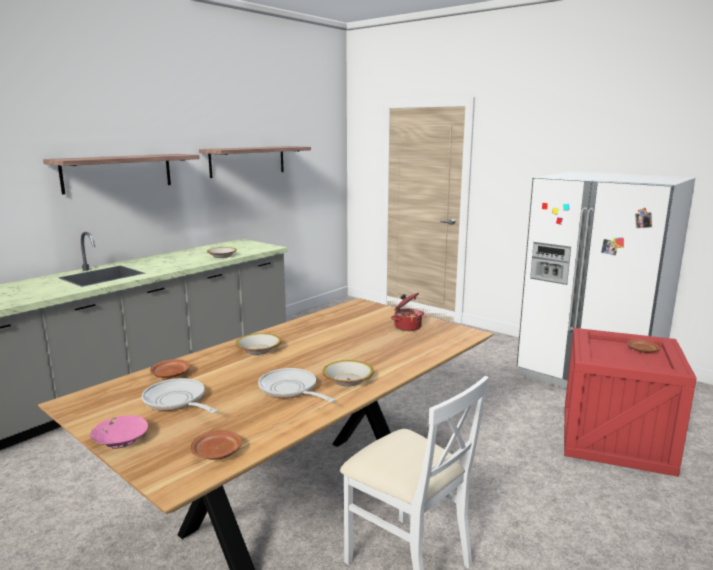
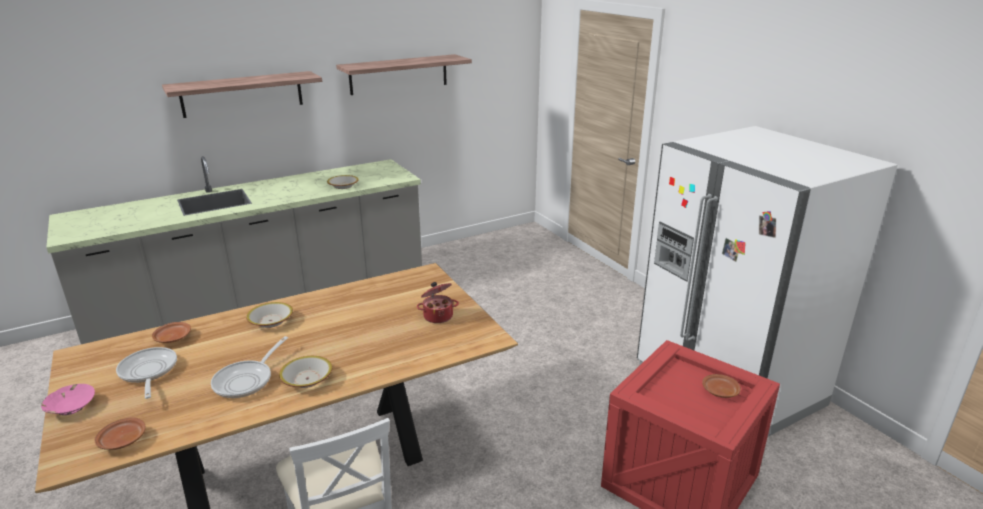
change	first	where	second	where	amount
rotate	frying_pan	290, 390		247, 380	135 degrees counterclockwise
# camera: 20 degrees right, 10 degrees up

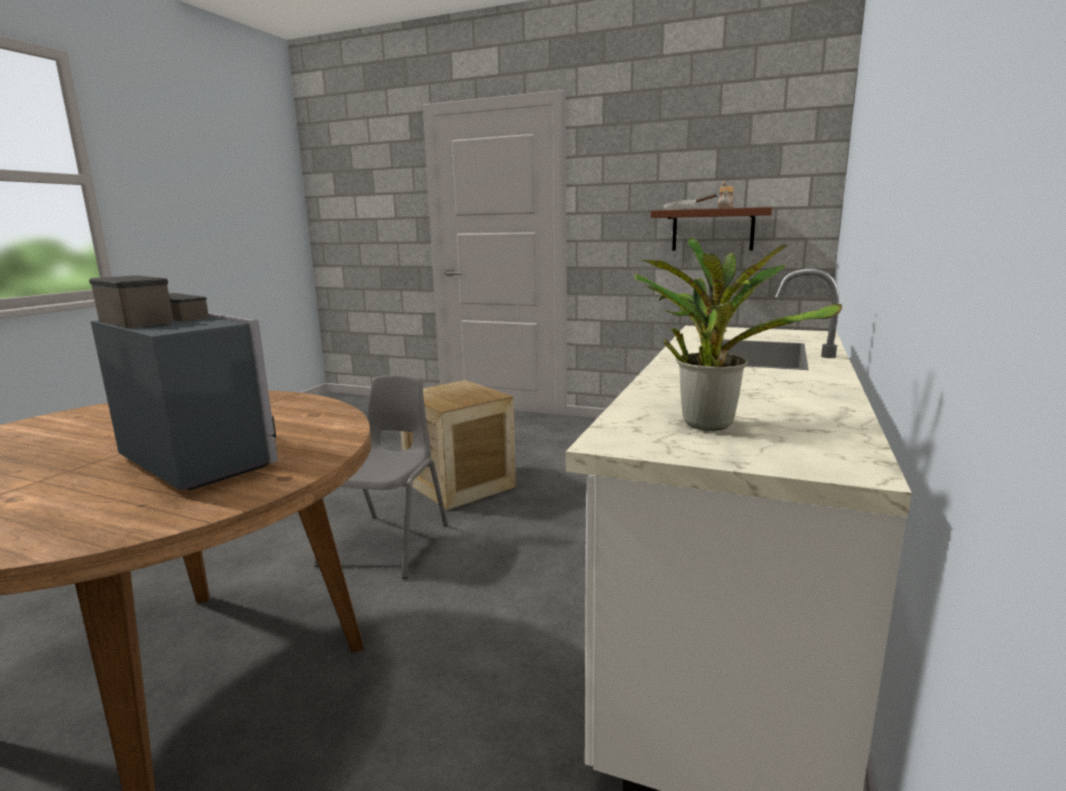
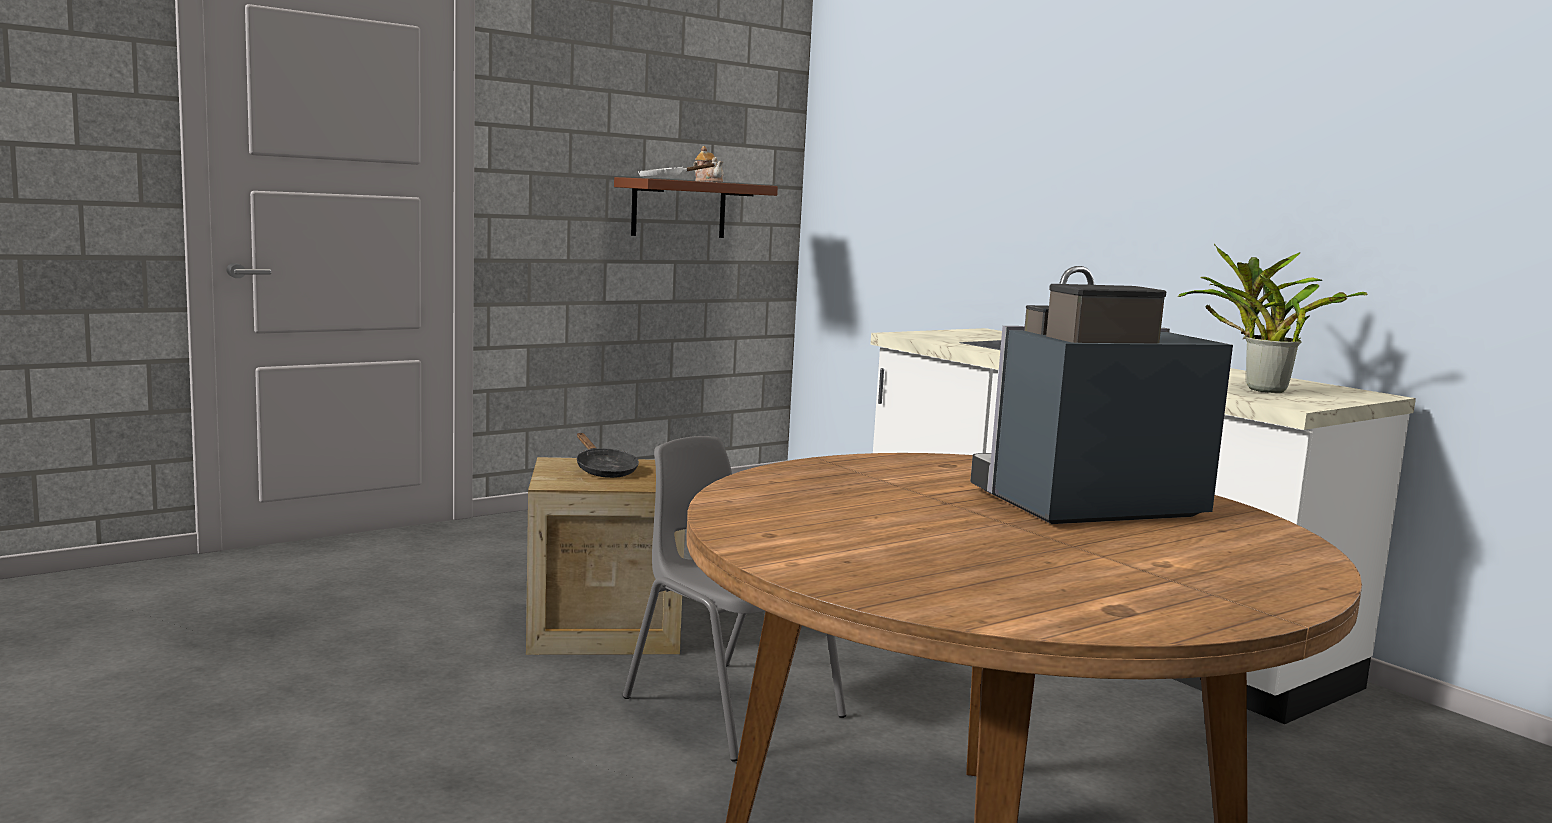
change	first	where	second	where	amount
insert			blackish_frying_pan	603, 470	
# camera: 60 degrees left, 5 degrees down

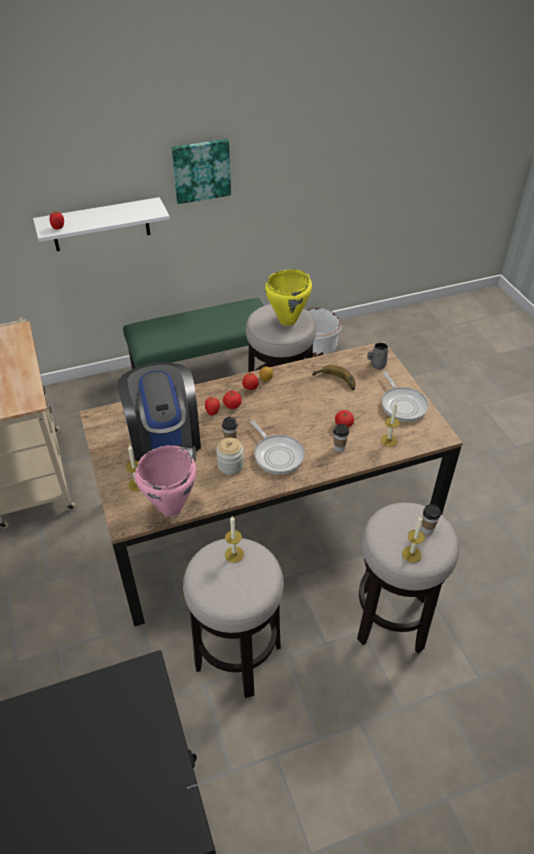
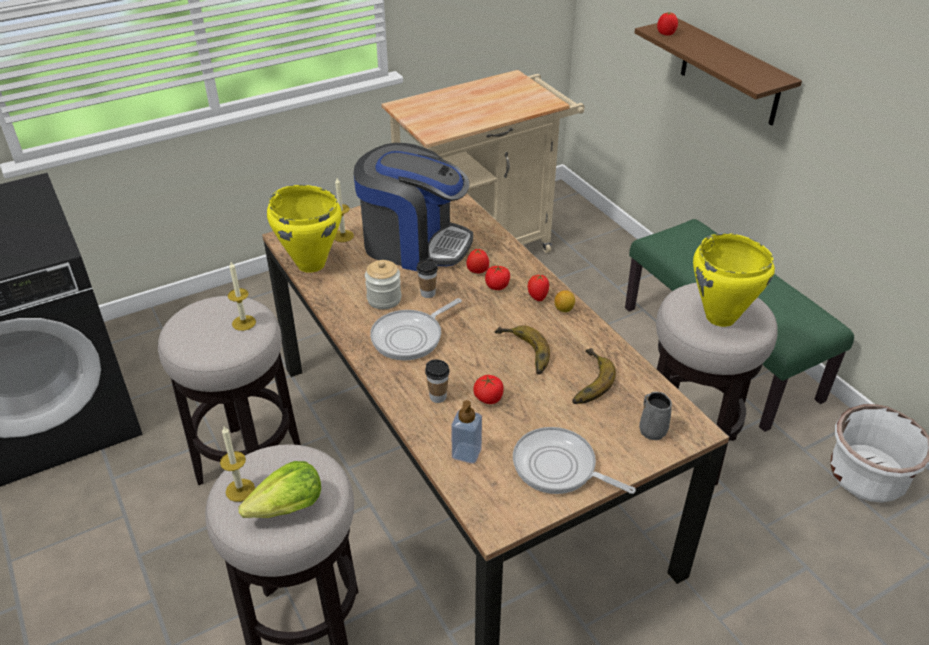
change	first	where	second	where	amount
delete	wall_picture	201, 170			
recolor	white_shelf	101, 225	brown-coloured_shelf	730, 73	
rotate	coffee_brewer	165, 442		414, 244	135 degrees counterclockwise
rotate	frying_pan	402, 405		559, 468	60 degrees clockwise
replace	wax_candle	389, 440	soap_dispenser	466, 453	
recolor	pinkish_saucepot	170, 507	yellowish_saucepot	311, 264	
replace	small_cup	427, 529	lettuce_head	287, 508	
insert			banana	521, 353	
# camera: 80 degrees right, 5 degrees down

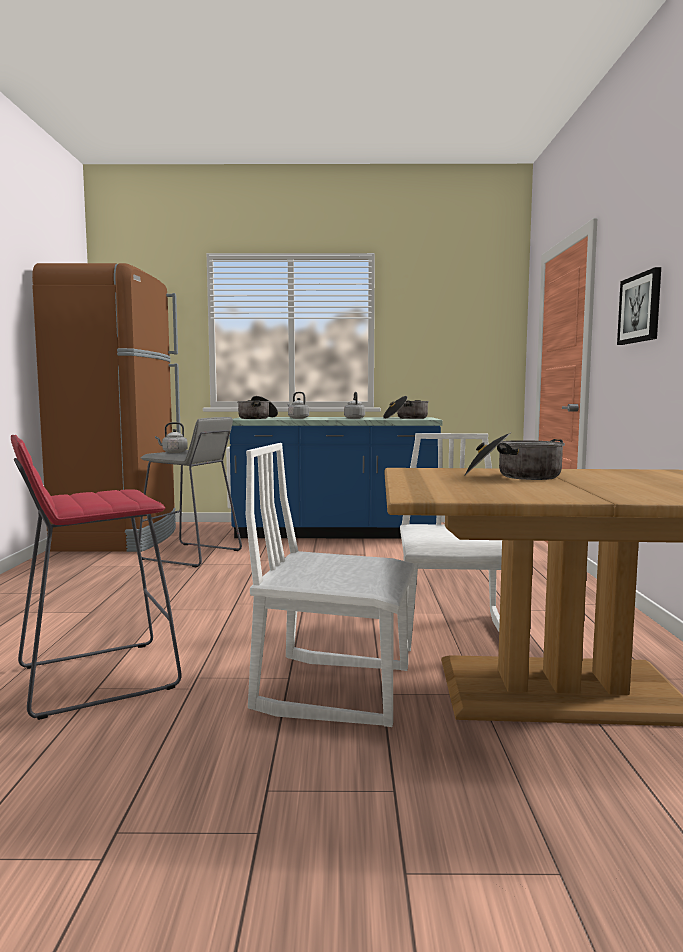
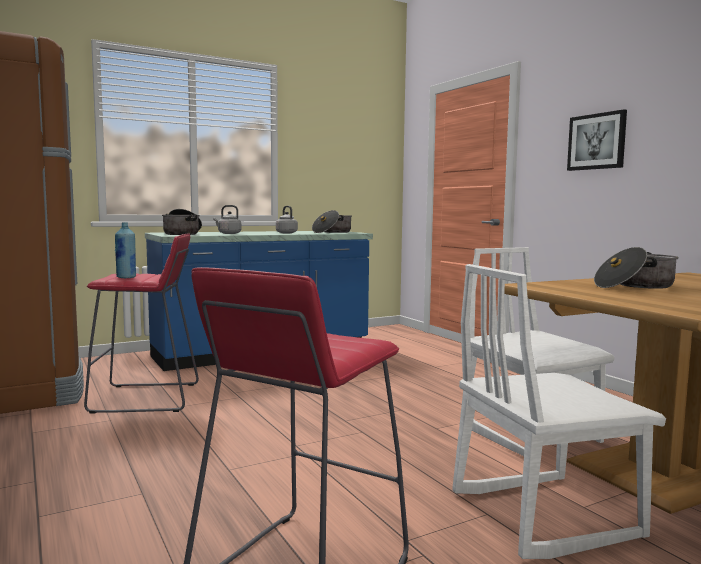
change	first	where	second	where	amount
recolor	greyish_stool	190, 555	reddish_stool	146, 398	
replace	greyish_water_kettle	173, 452	blue-coloured_drink_bottle	126, 277	
# camera: 30 degrees left, 0 degrees up

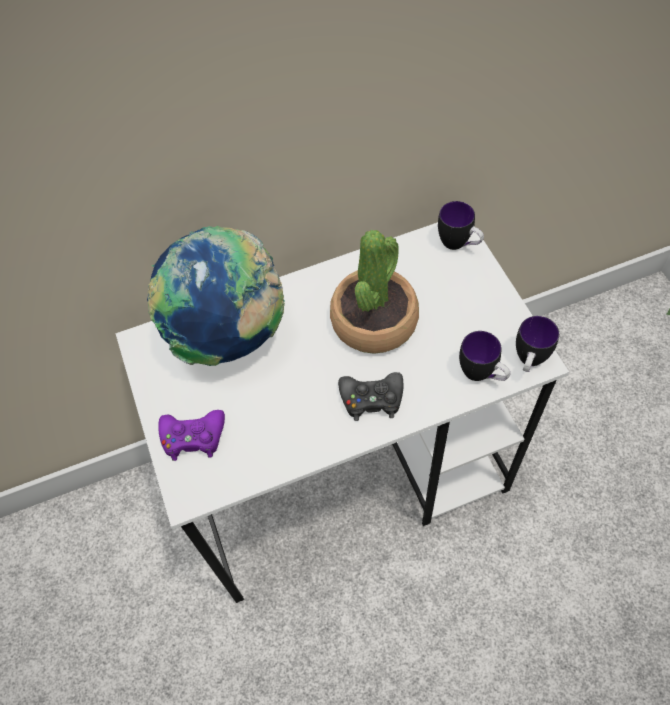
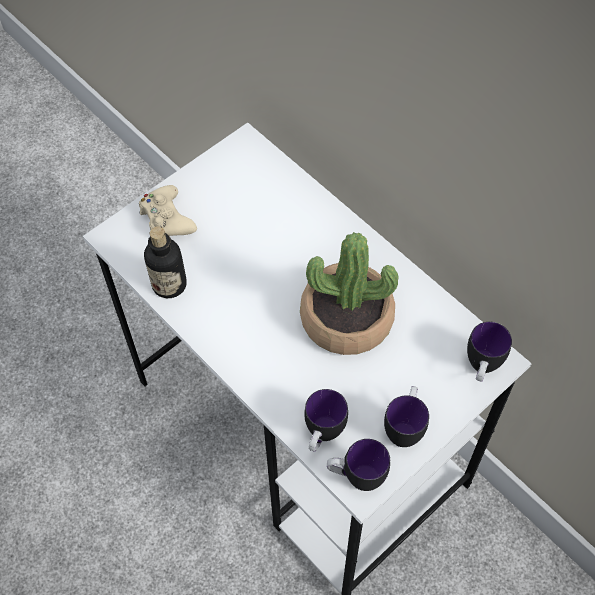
change	first	where	second	where	amount
delete	desk_globe	229, 335			
delete	blackish_gamepad	372, 399			
recolor	purplish_gamepad	193, 437	beige-coloured_gamepad	167, 219	
insert			drink_bottle	169, 284	
insert			coffee_mug	405, 427	
# camera: 65 degrees right, 0 degrees up

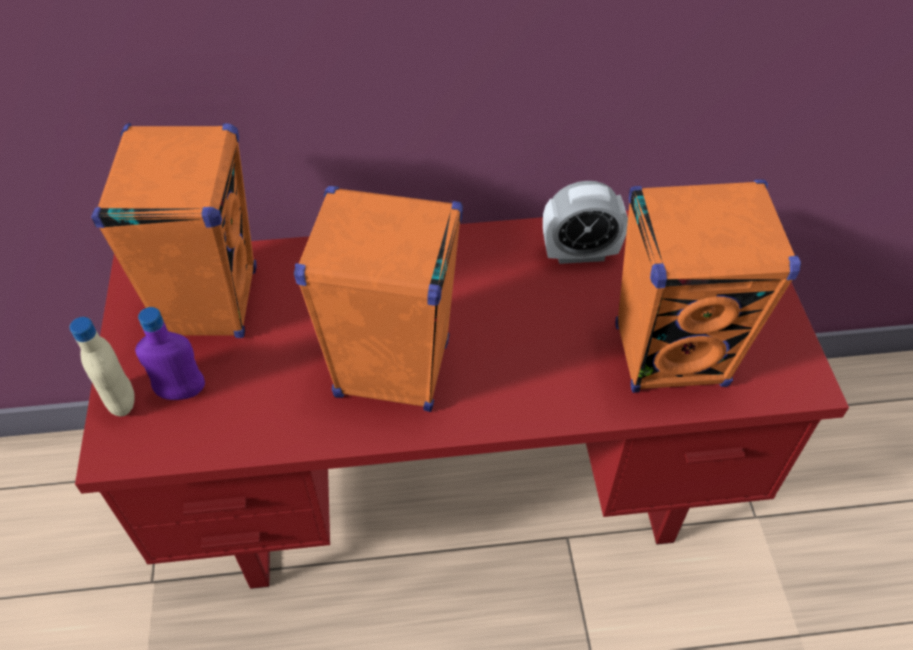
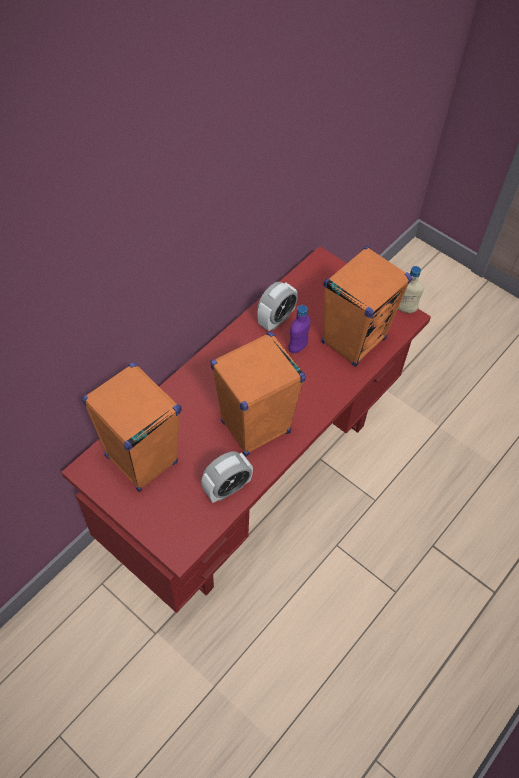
change	first	where	second	where	amount
move	purplish_drink_bottle	182, 392		298, 347	
move	beige-coloured_drink_bottle	121, 401		404, 308	
insert			bedside_clock	227, 488	
# camera: 45 degrees left, 5 degrees up

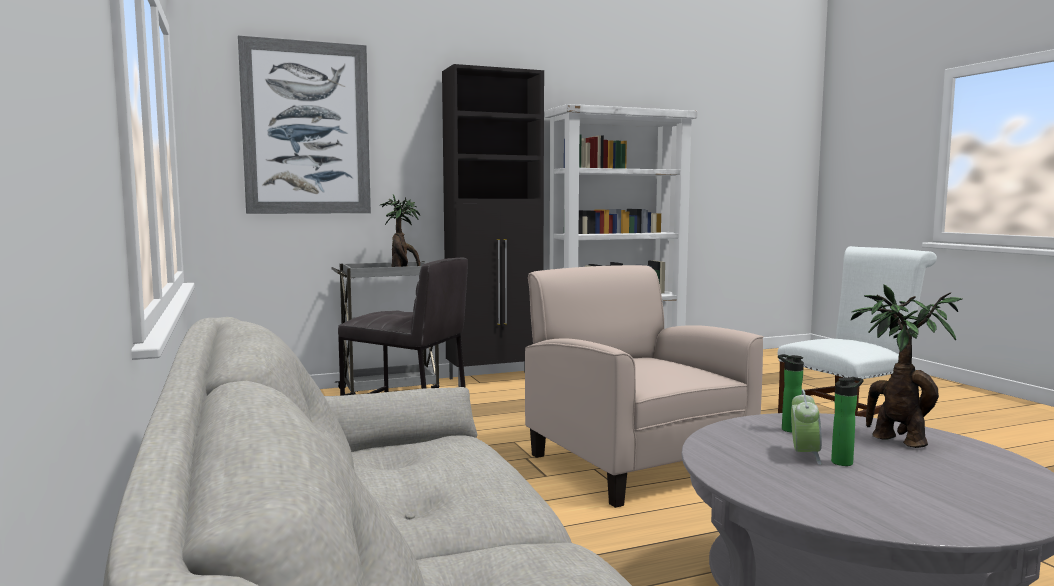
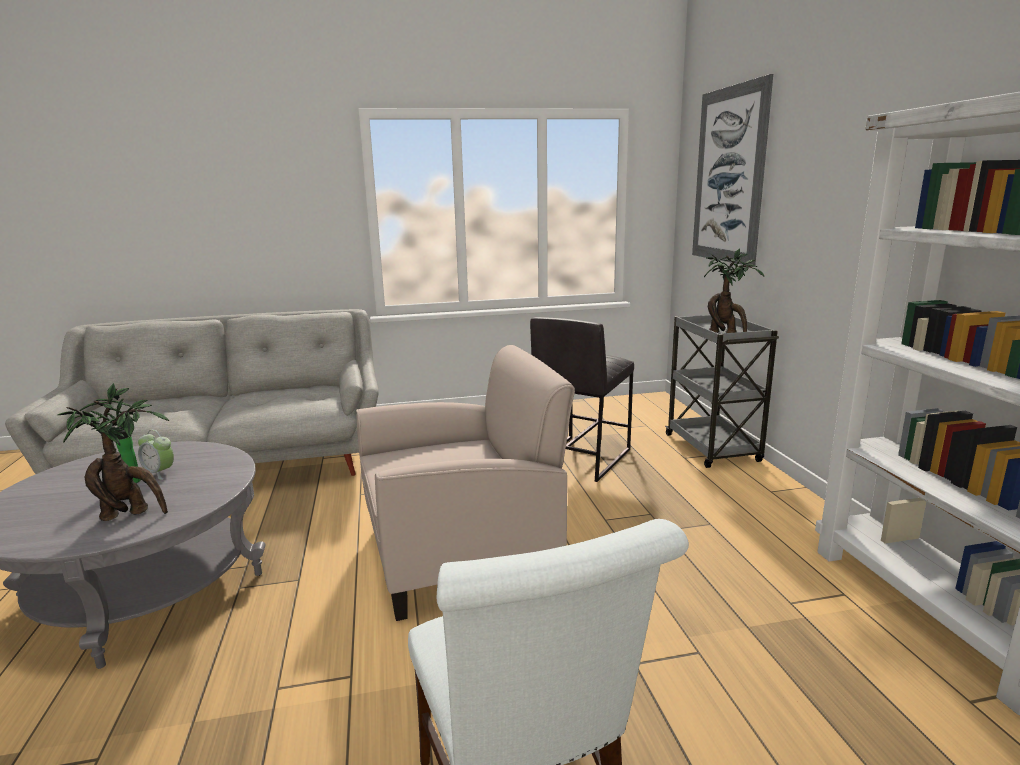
change	first	where	second	where	amount
delete	blackish_cabinet	495, 379			
delete	drink_bottle	788, 429			
# camera: 100 degrees right, 10 degrees up

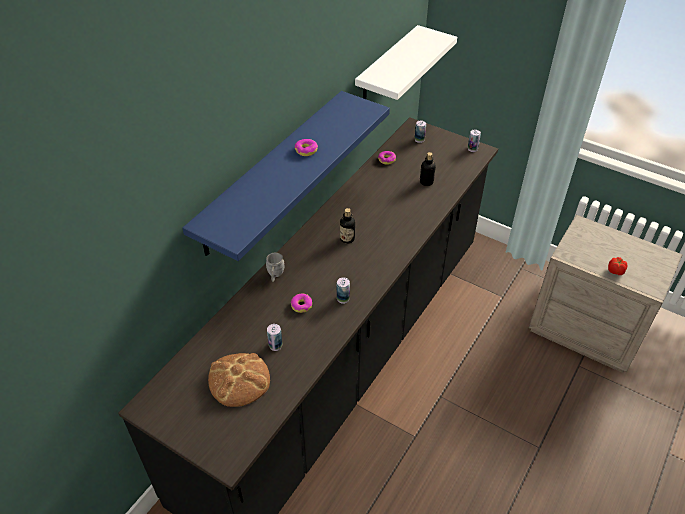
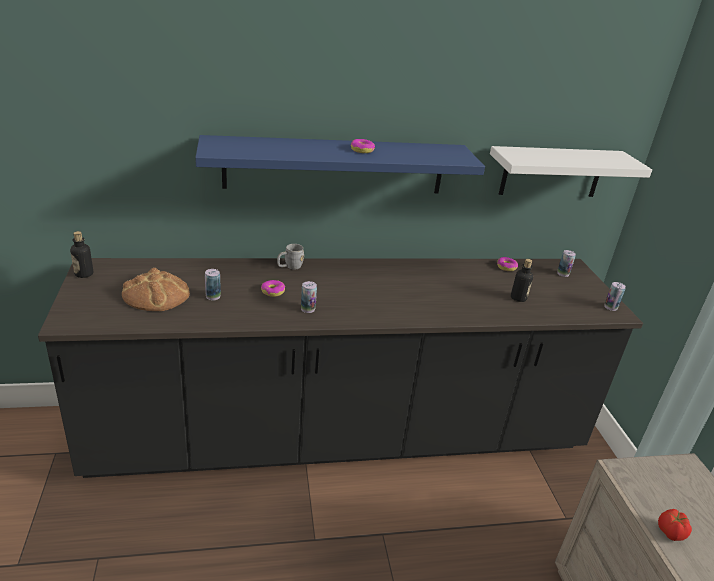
change	first	where	second	where	amount
move	drink_bottle	347, 239		84, 274	
# camera: 45 degrees right, 15 degrees down

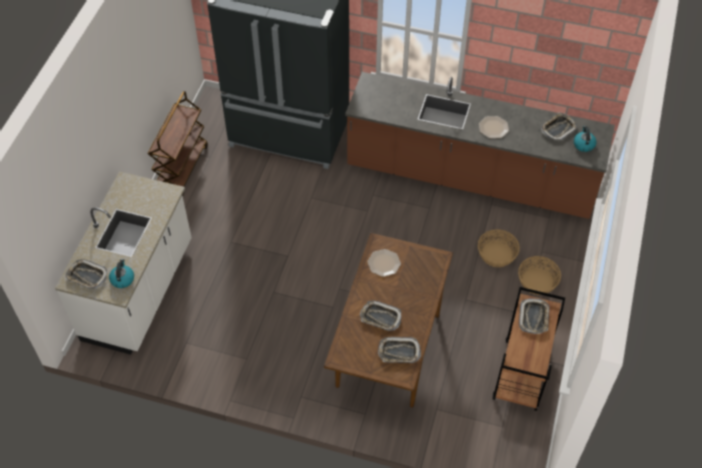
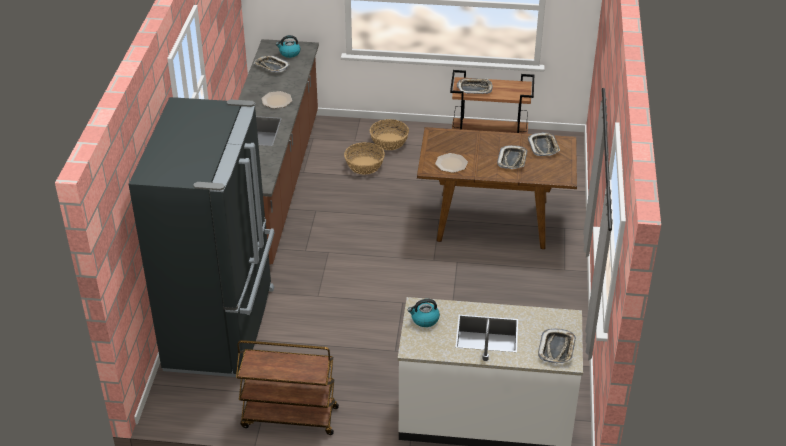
change	first	where	second	where	amount
move	water_kettle	122, 279		424, 319	
# camera: 100 degrees left, 15 degrees down

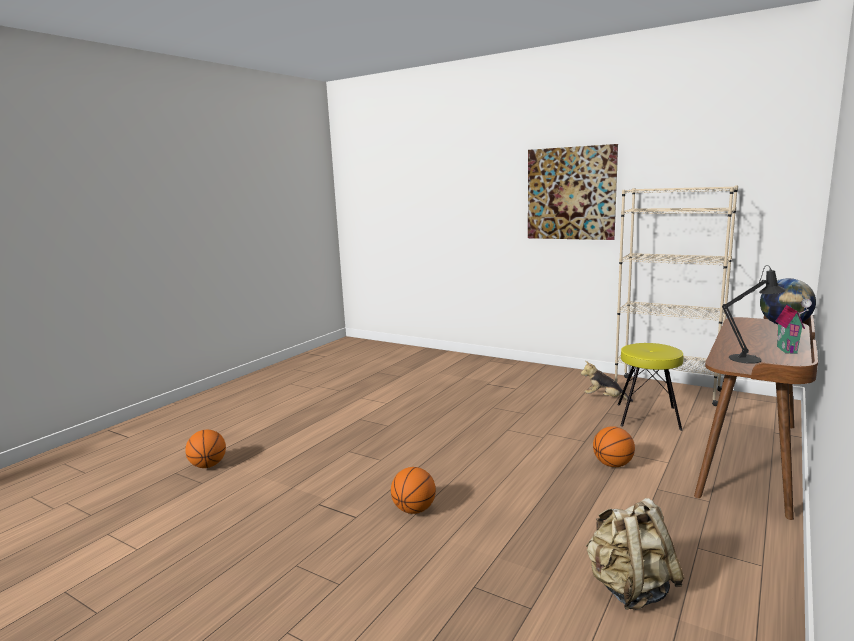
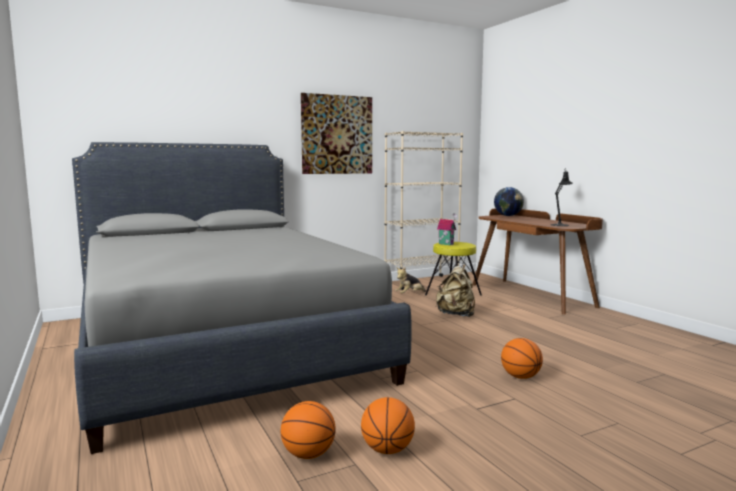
change	first	where	second	where	amount
move	model_house	789, 350		446, 244	
move	basketball_ball	612, 464		387, 450	
move	beige-coloured_backpack	630, 589		456, 315	
insert			greyish_sleeping_bed	221, 345	
# camera: 60 degrees left, 5 degrees down

